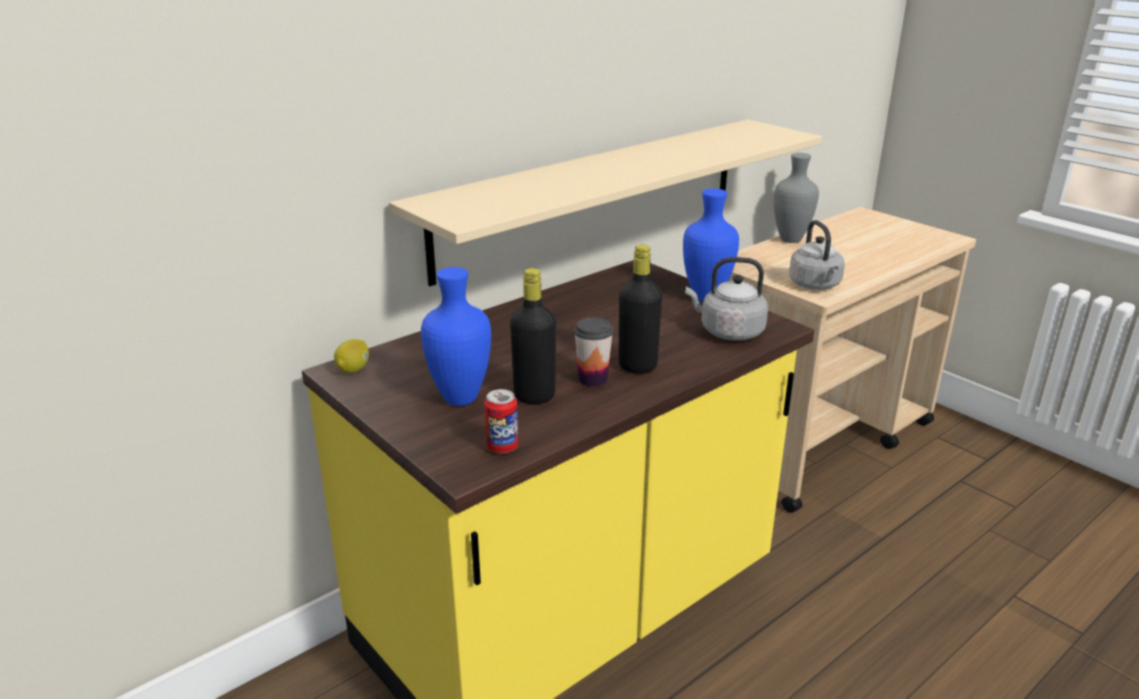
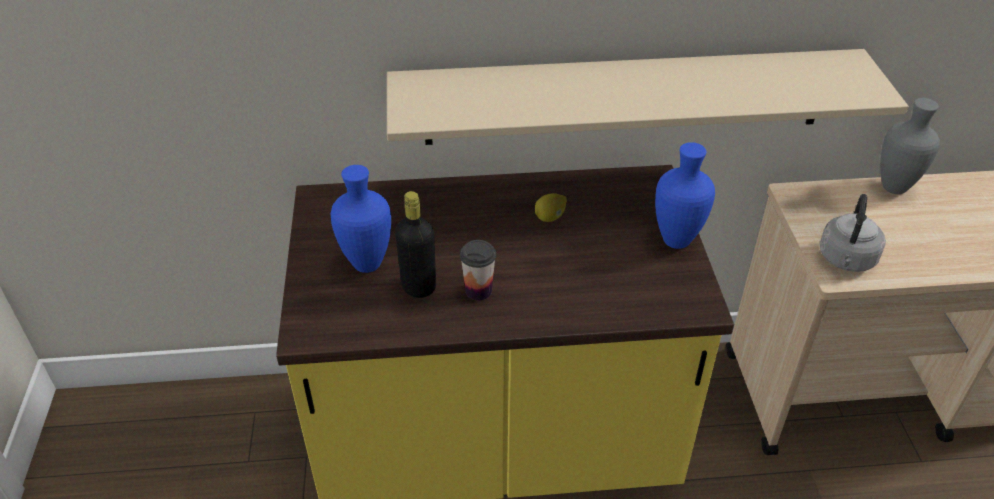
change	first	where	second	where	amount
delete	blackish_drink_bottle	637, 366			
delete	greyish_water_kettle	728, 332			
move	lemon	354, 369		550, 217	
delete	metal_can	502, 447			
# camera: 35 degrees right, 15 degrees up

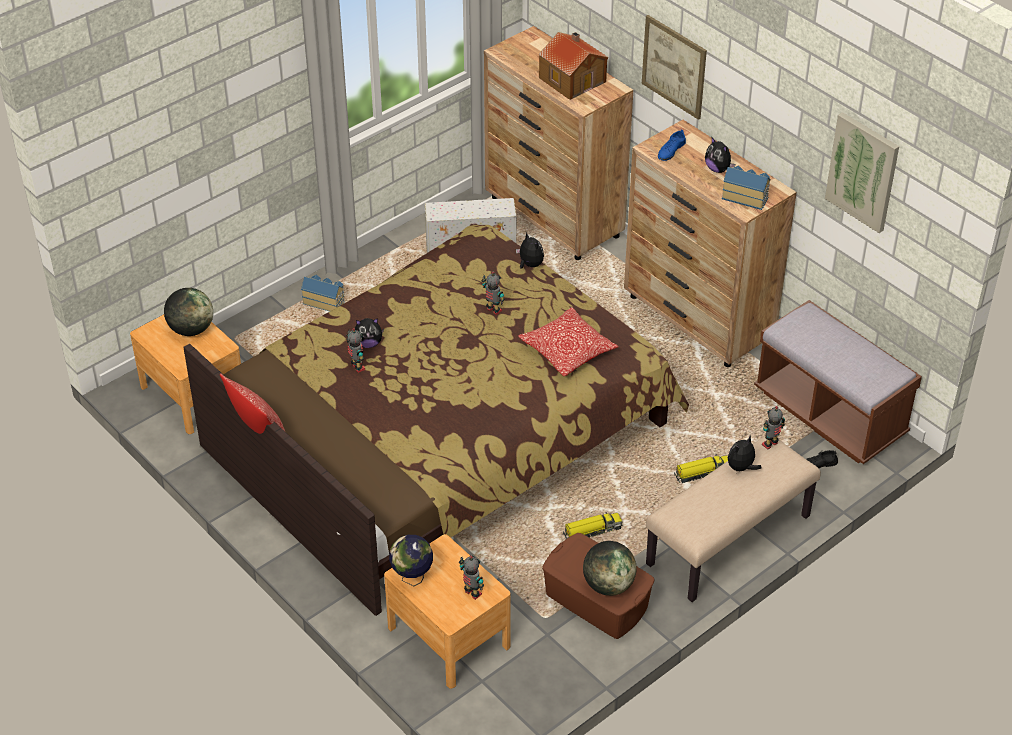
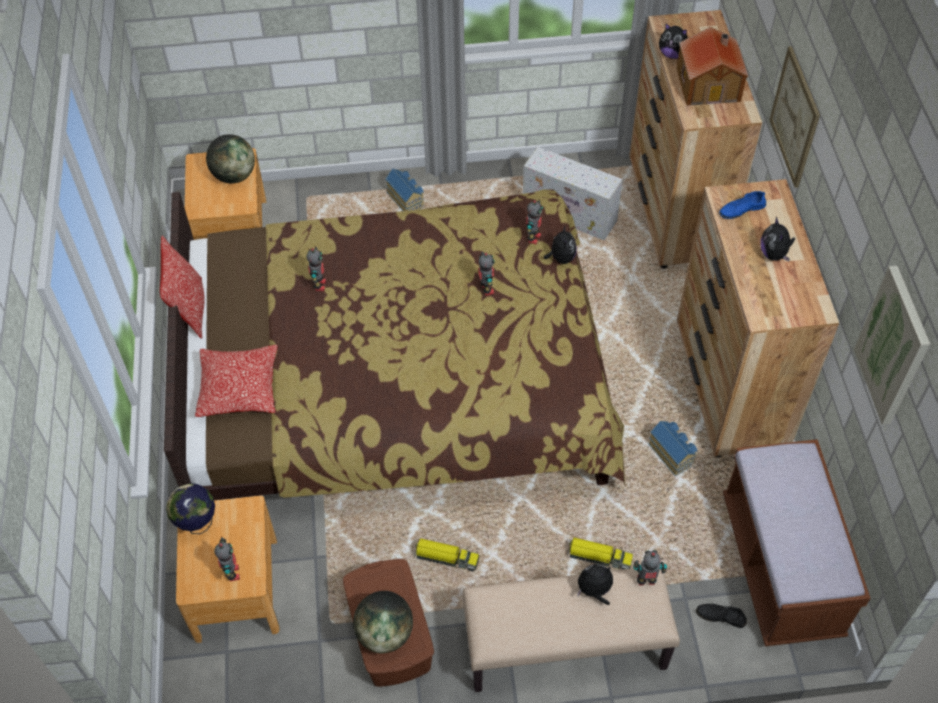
change	first	where	second	where	amount
move	model_house	745, 196		671, 454	
move	throw_pillow	567, 351		239, 388	
move	plush_toy	368, 343		672, 54	
insert			model_robot	533, 238	
# camera: 35 degrees right, 10 degrees up

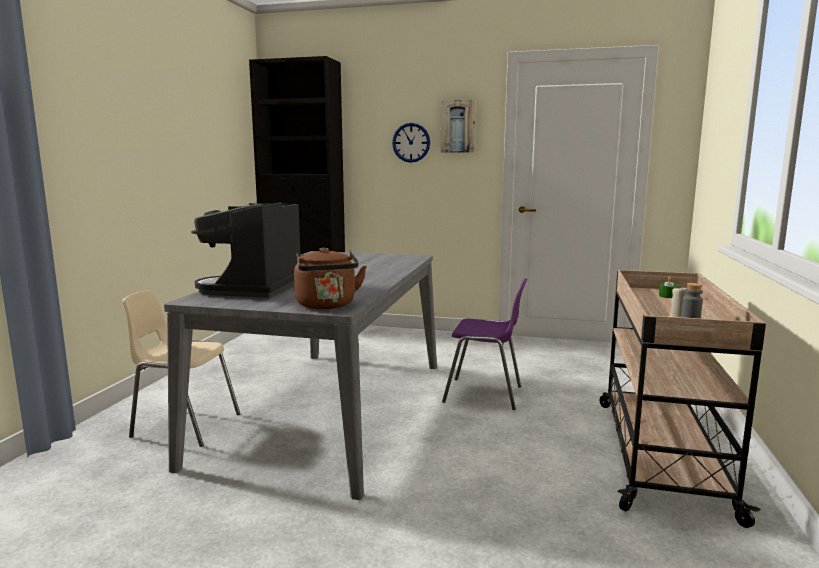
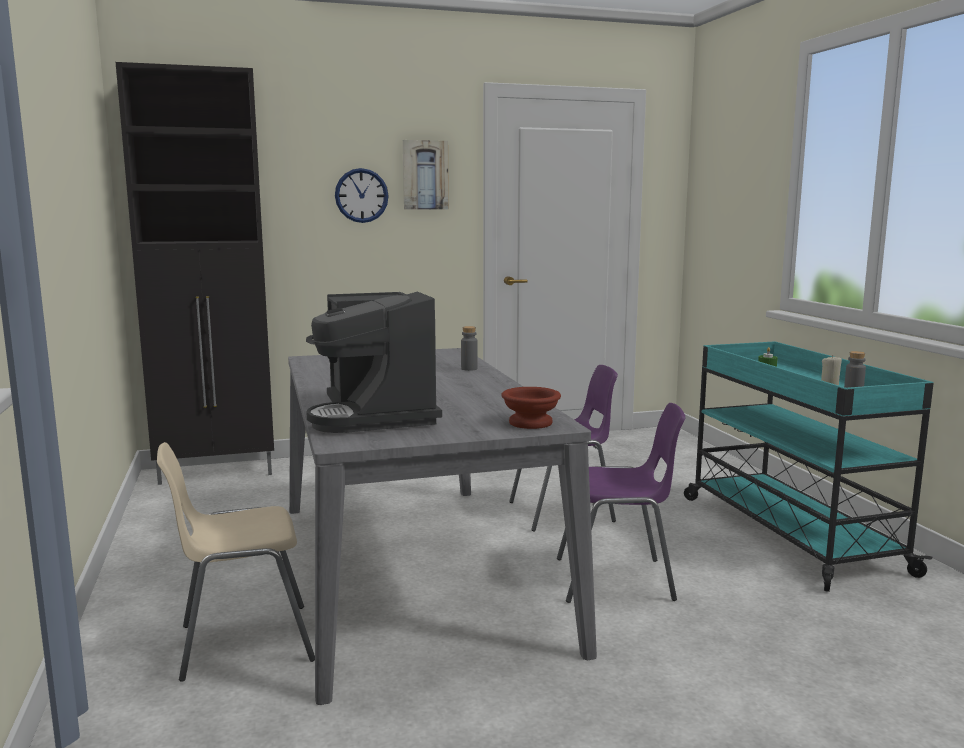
change	first	where	second	where	amount
replace	brown-coloured_water_kettle	327, 306	brown-coloured_bowl	530, 423	
recolor	beige-coloured_cart	659, 453	turquoise_cart	788, 532	
insert			greyish_drink_bottle	469, 369	
insert			purplish_plain_chair	617, 580	
# camera: 30 degrees left, 0 degrees up

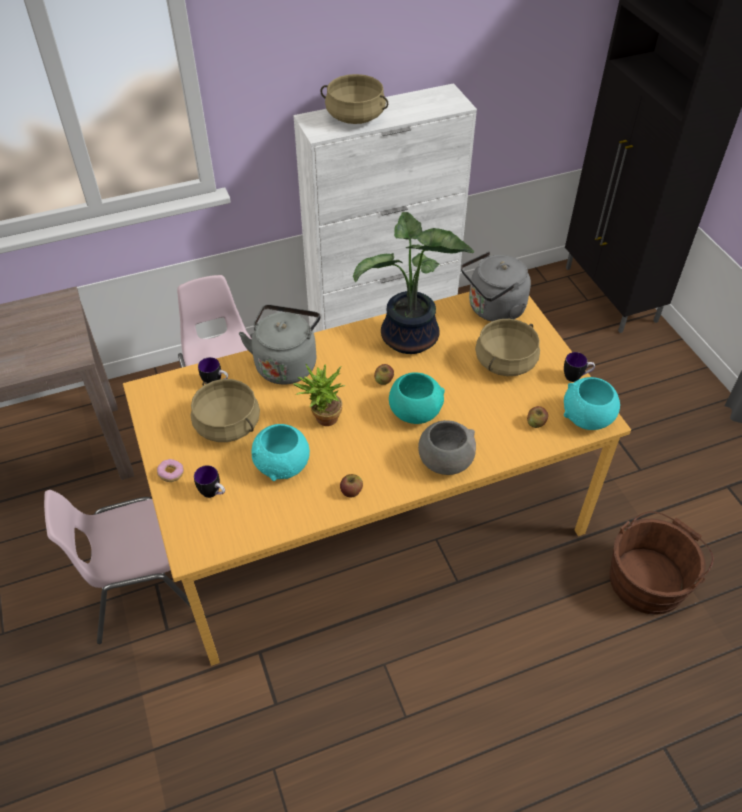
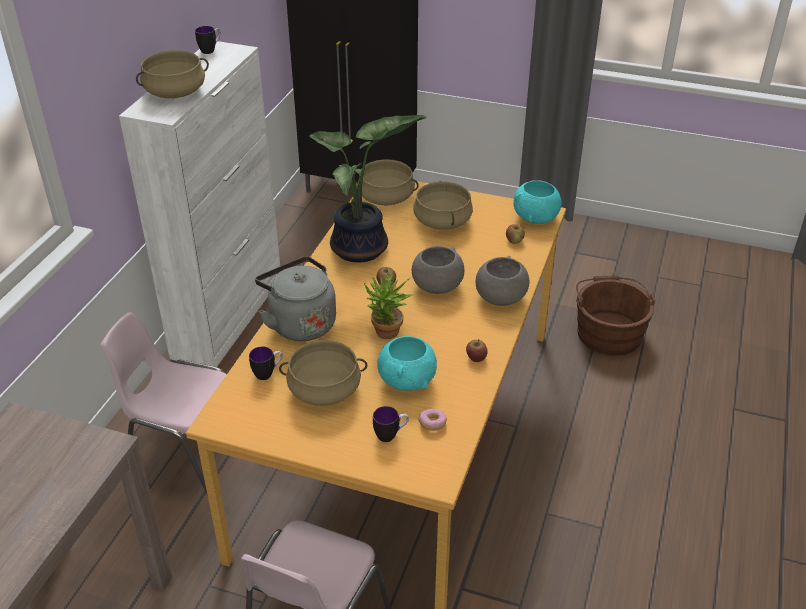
change	first	where	second	where	amount
replace	greyish_water_kettle	493, 309	beige-coloured_saucepot	385, 198	
move	coffee_mug	576, 377		210, 50	
recolor	turquoise_bowl	414, 412	greyish_bowl	437, 286	
move	donut	171, 474		432, 424	
# camera: 50 degrees left, 10 degrees down

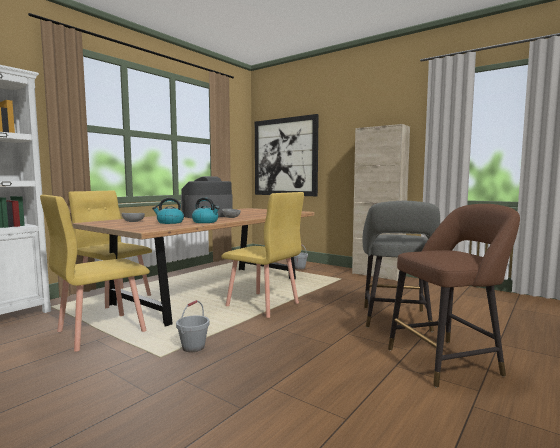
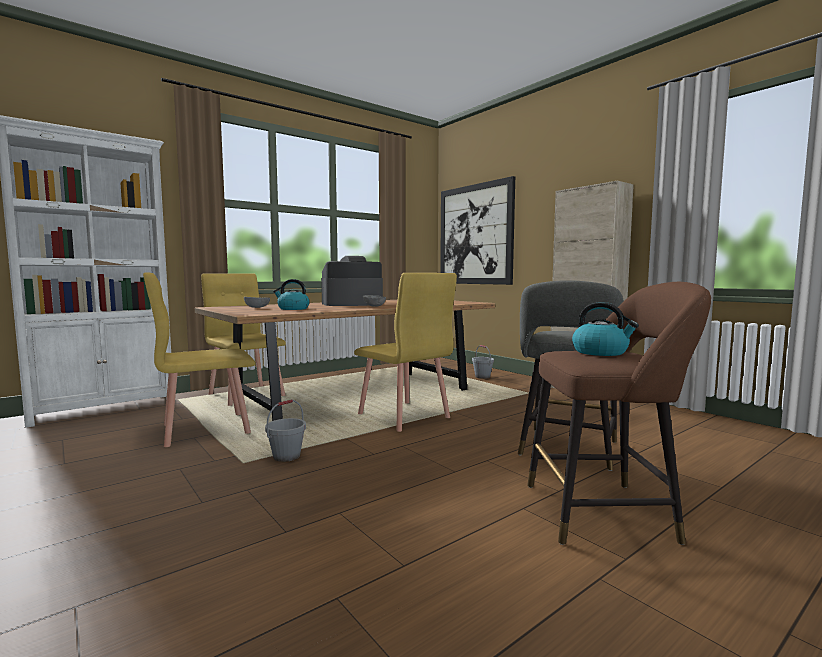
change	first	where	second	where	amount
move	water_kettle	205, 222		601, 352	
# camera: 15 degrees right, 0 degrees up

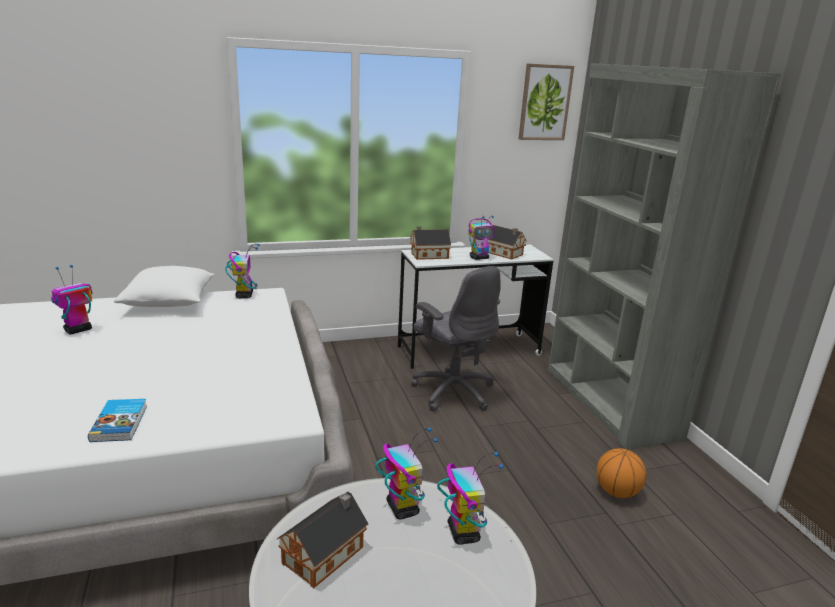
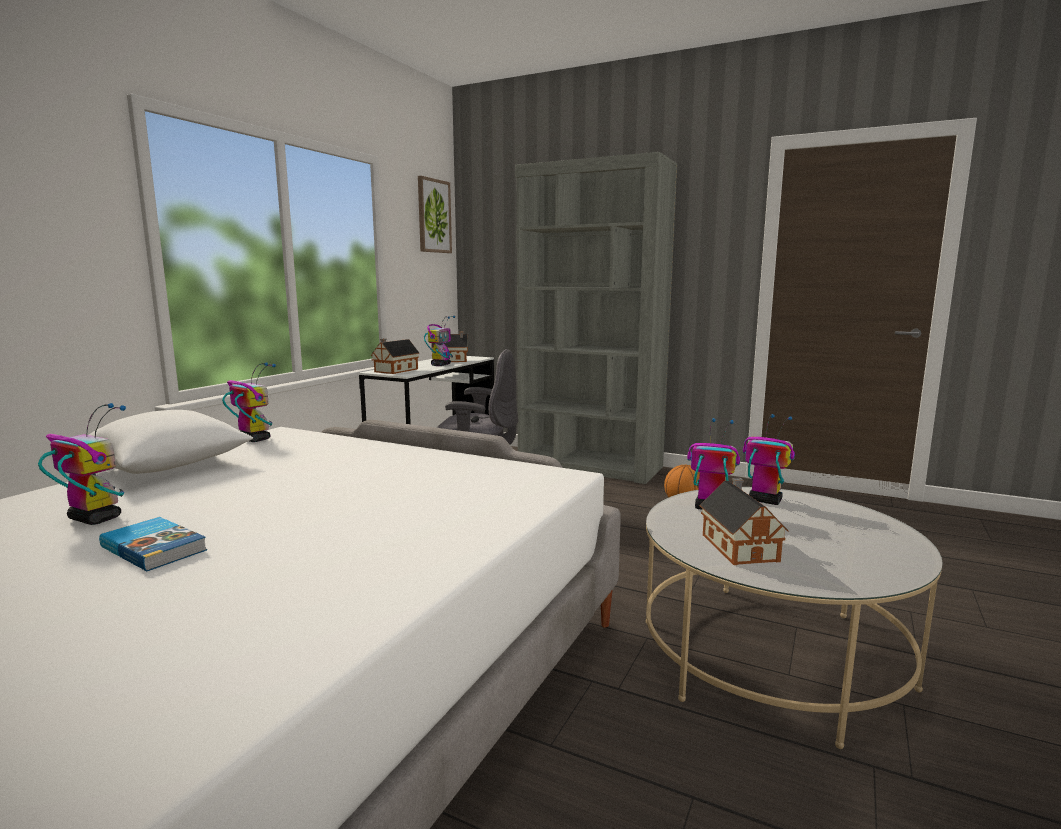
change	first	where	second	where	amount
rotate	model_robot	77, 330		94, 518	120 degrees clockwise
move	bound_book	121, 423		155, 548	
# camera: 45 degrees left, 10 degrees down

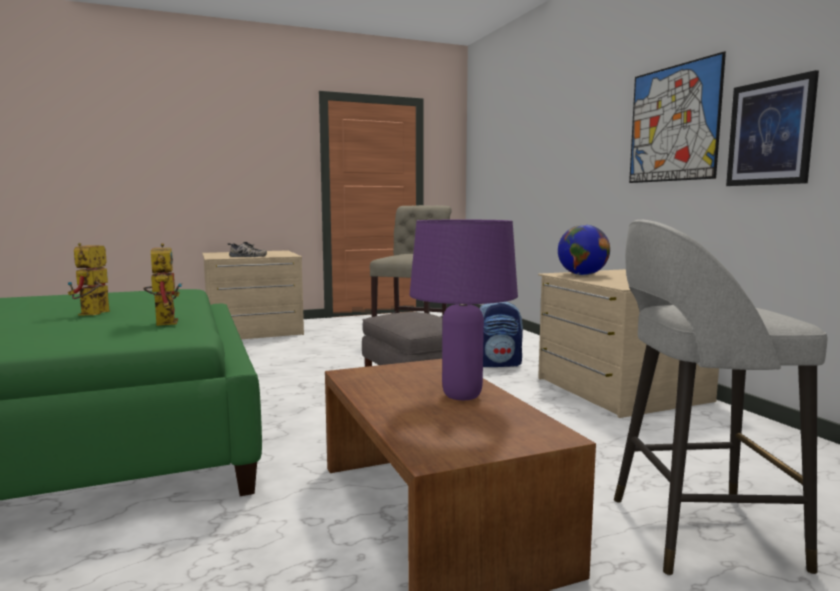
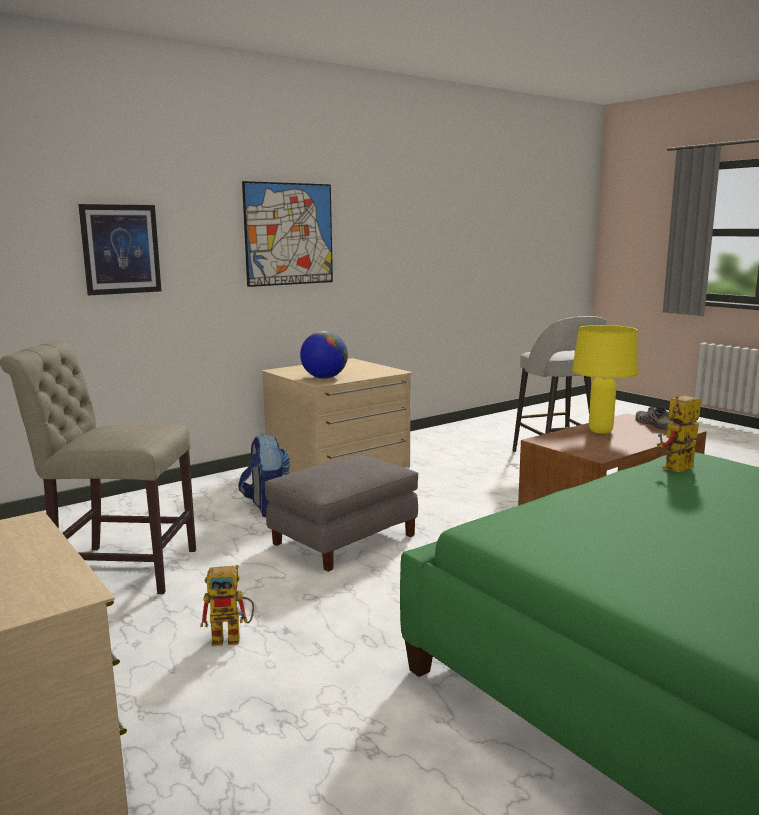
change	first	where	second	where	amount
move	wall_picture	770, 133		121, 249	
recolor	purplish_table_lamp	462, 395	yellowish_table_lamp	600, 431	
move	shoe	247, 256		655, 424	
move	model_robot	93, 314		233, 637	
# camera: 105 degrees left, 5 degrees up

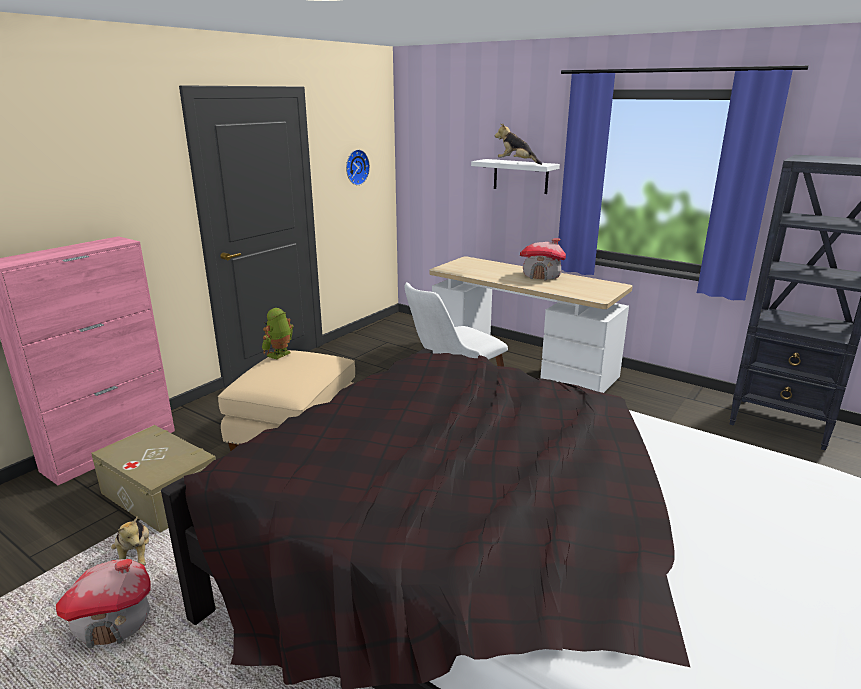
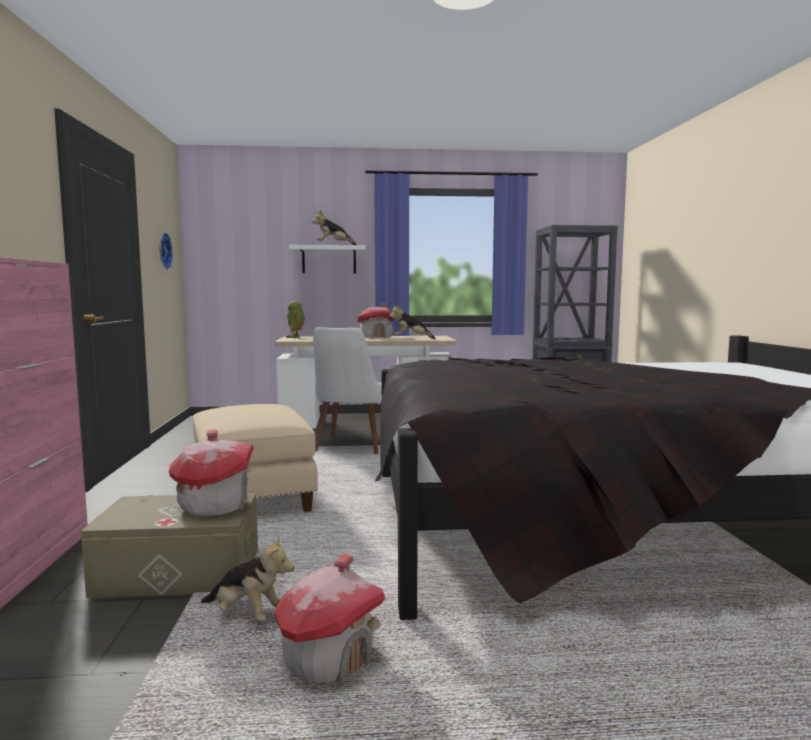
change	first	where	second	where	amount
move	model_robot	280, 355		295, 337	
insert			plush_toy	411, 339	
insert			model_house	215, 505	
# camera: 40 degrees left, 15 degrees down

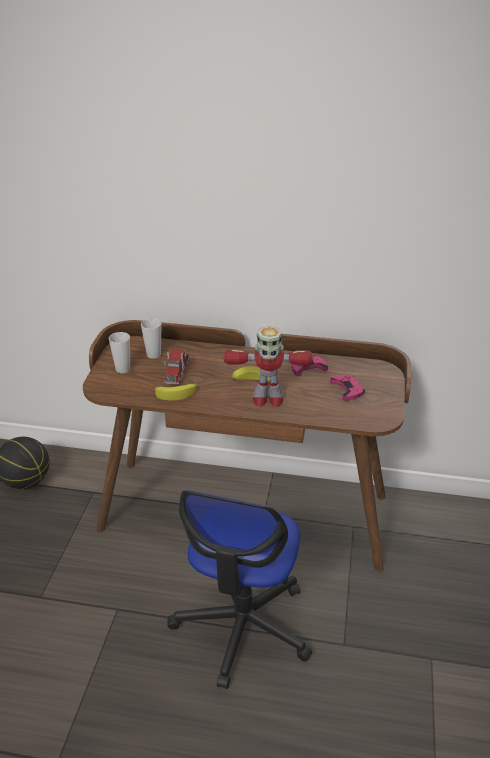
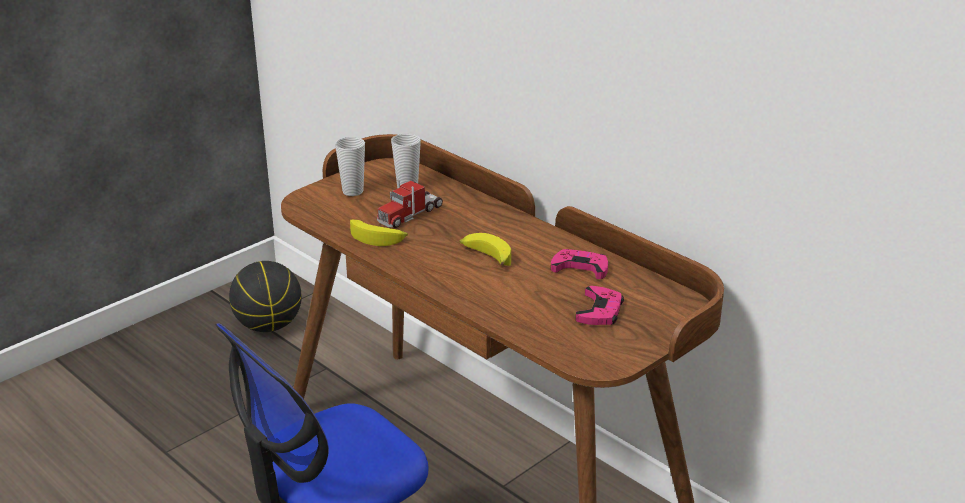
change	first	where	second	where	amount
delete	model_robot	267, 399			
# camera: 35 degrees right, 5 degrees down

